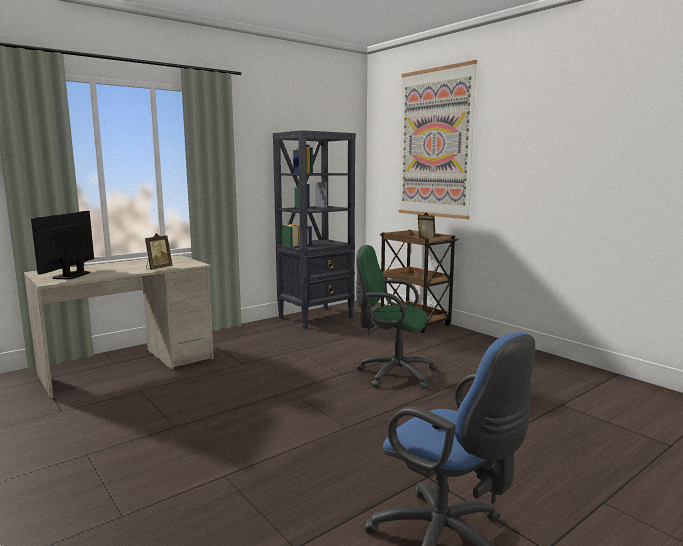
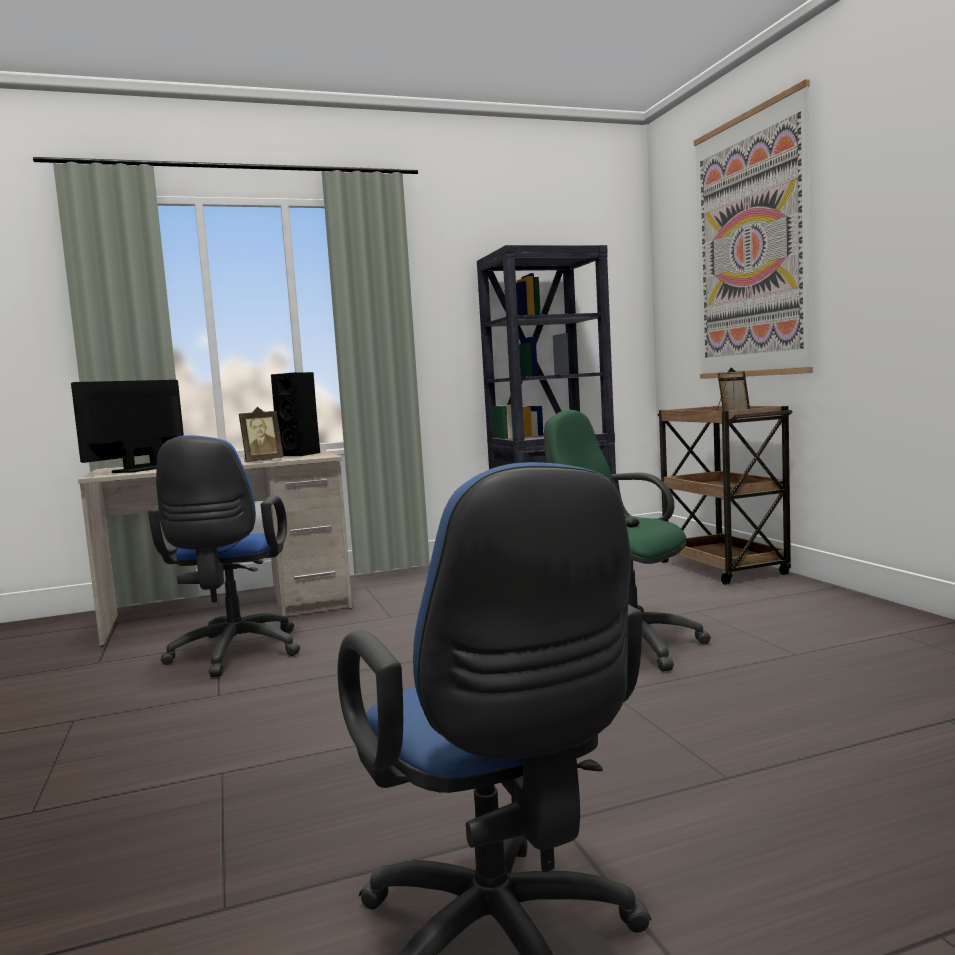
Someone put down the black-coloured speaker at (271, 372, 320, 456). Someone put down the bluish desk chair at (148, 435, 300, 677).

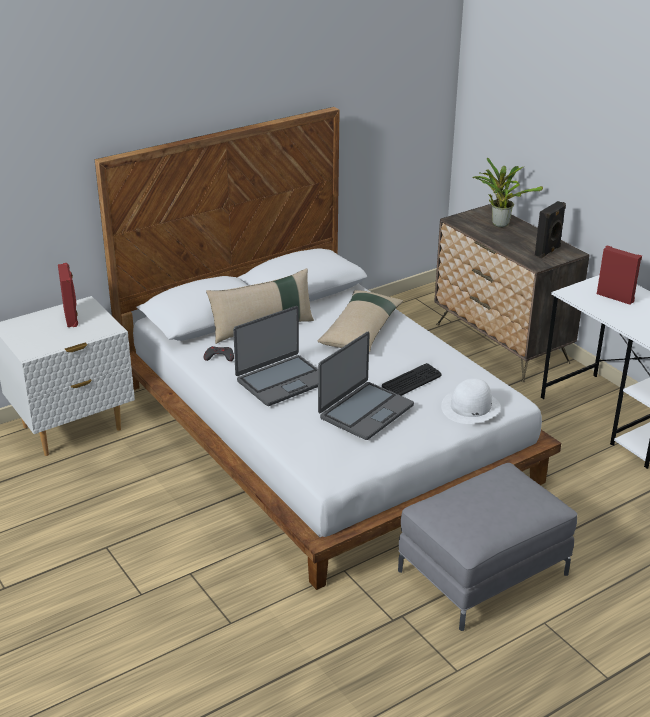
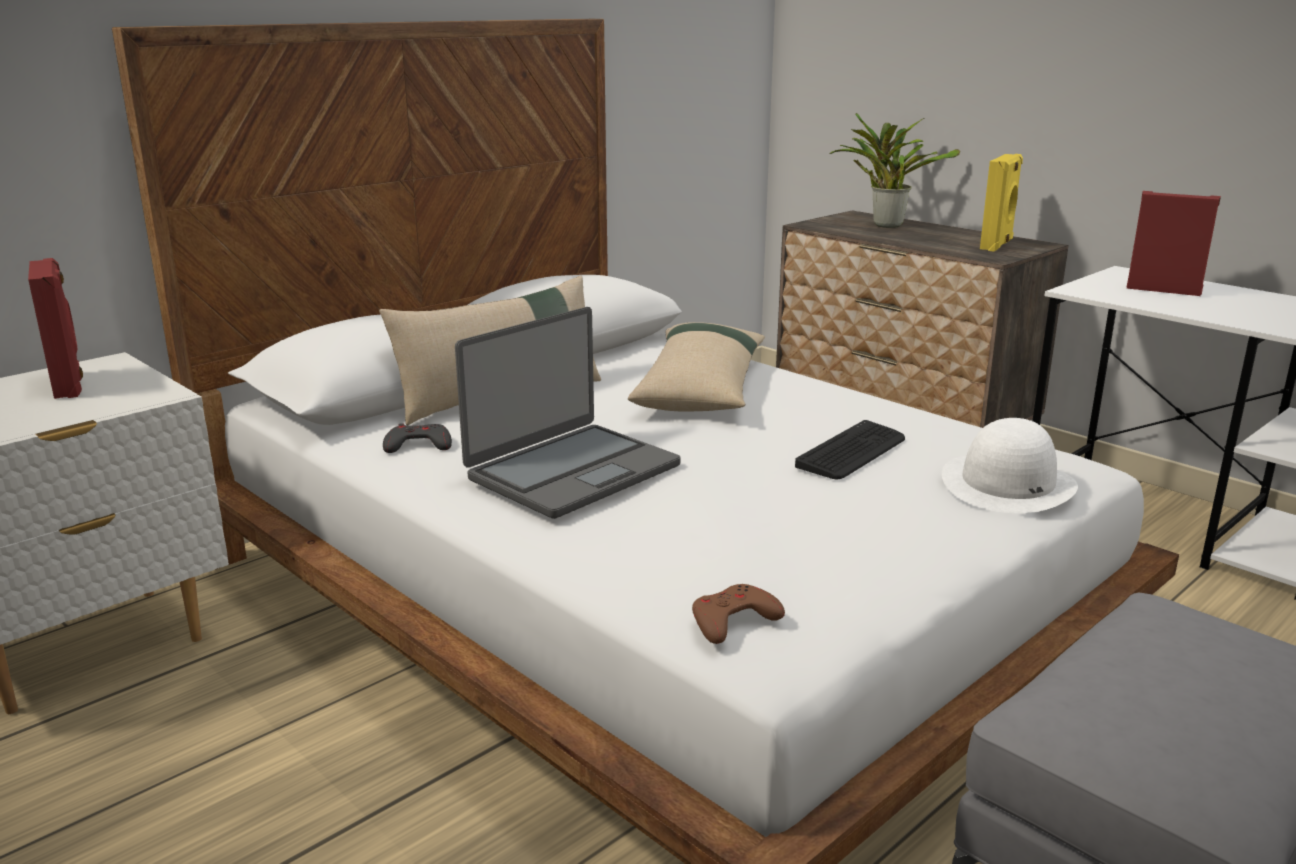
Someone repainted the black-coloured speaker at (535, 201, 566, 258), which became the yellow speaker at (980, 154, 1023, 252). Someone took away the laptop at (318, 332, 414, 440). Someone put down the brownish joypad at (692, 584, 785, 644).

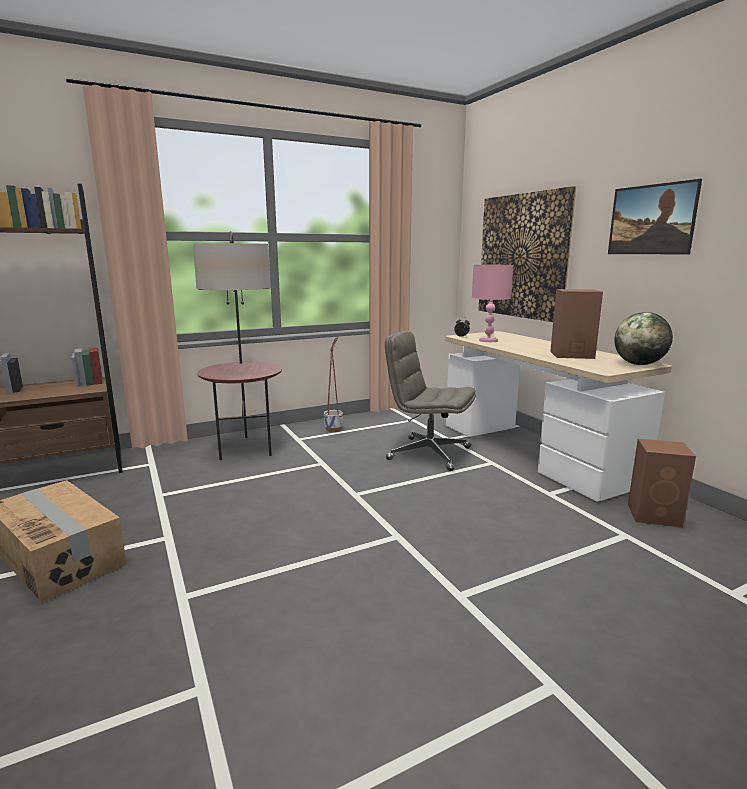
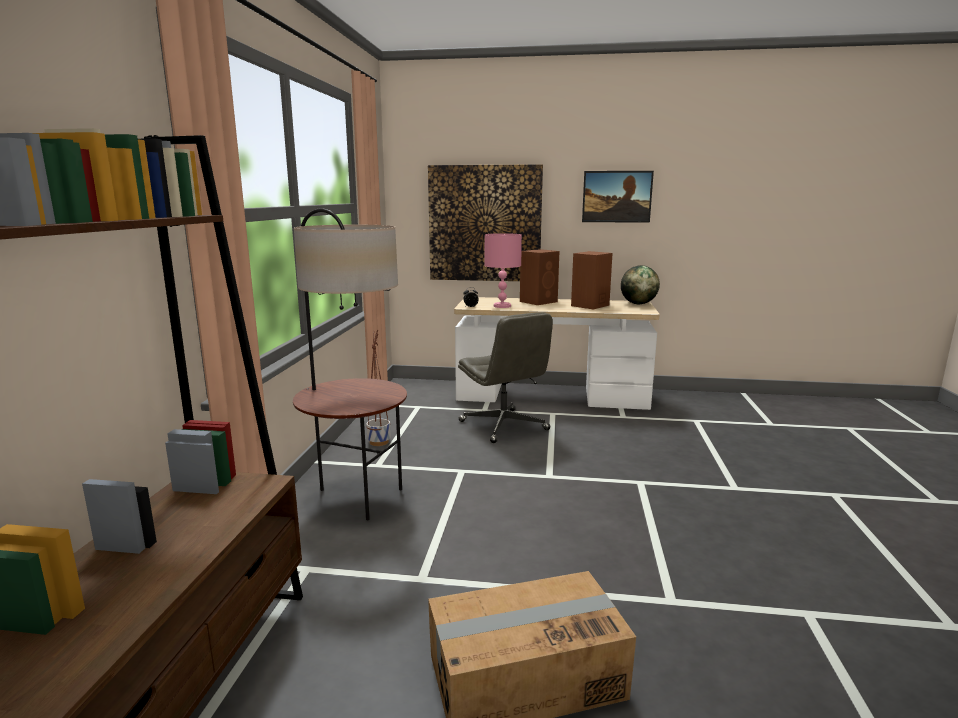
Someone rotated the grey desk chair at (385, 331, 476, 471) by 90 degrees counterclockwise. Someone carried the brownish speaker from (628, 439, 696, 528) to (520, 249, 559, 305).

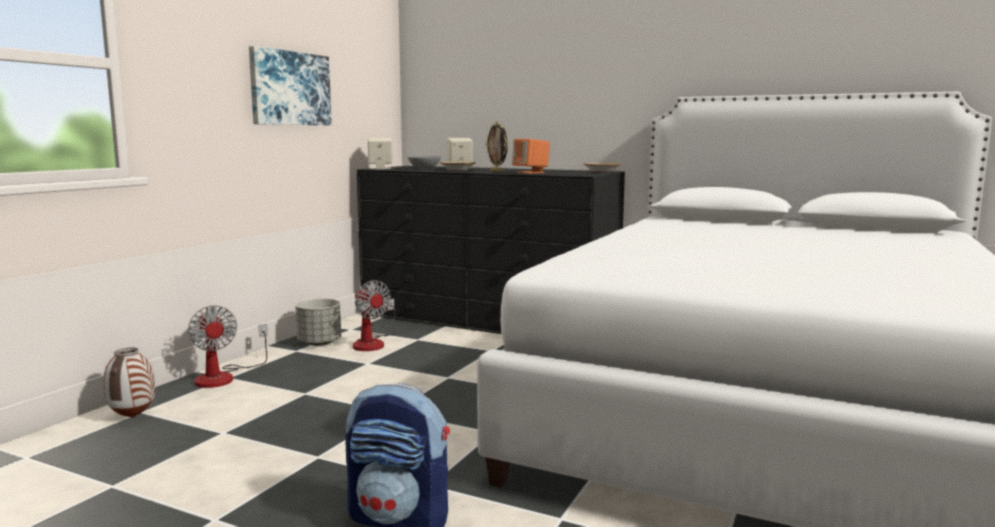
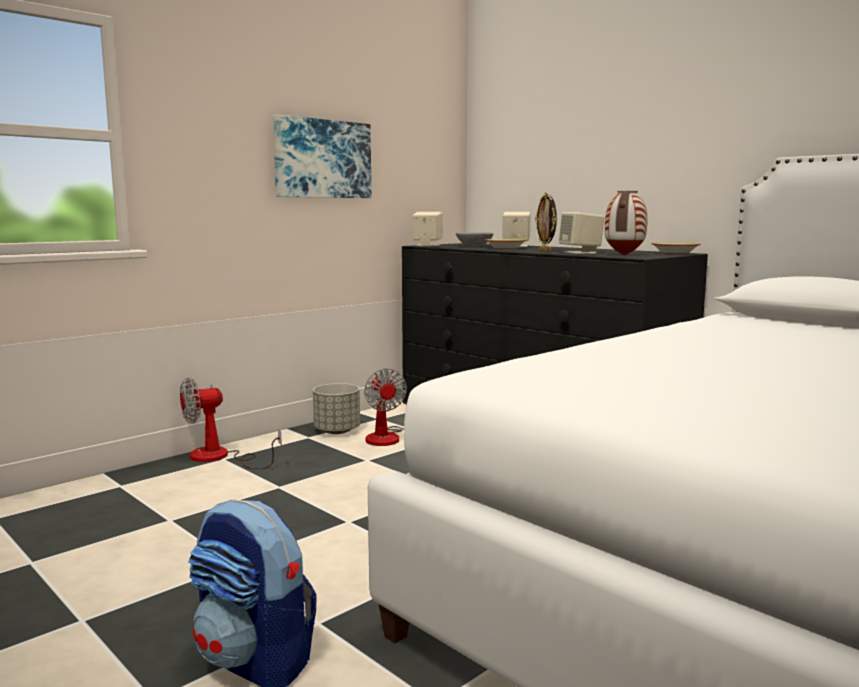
Someone repainted the orange speaker at (512, 139, 550, 174), which became the beige speaker at (559, 212, 604, 254). Someone rotated the fan at (188, 305, 268, 388) by 75 degrees clockwise. Someone carried the vase from (103, 347, 155, 418) to (605, 190, 647, 255).

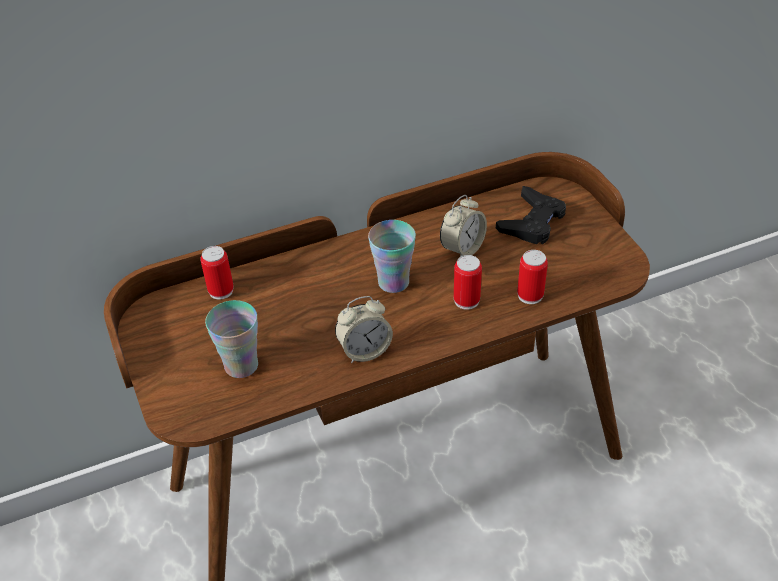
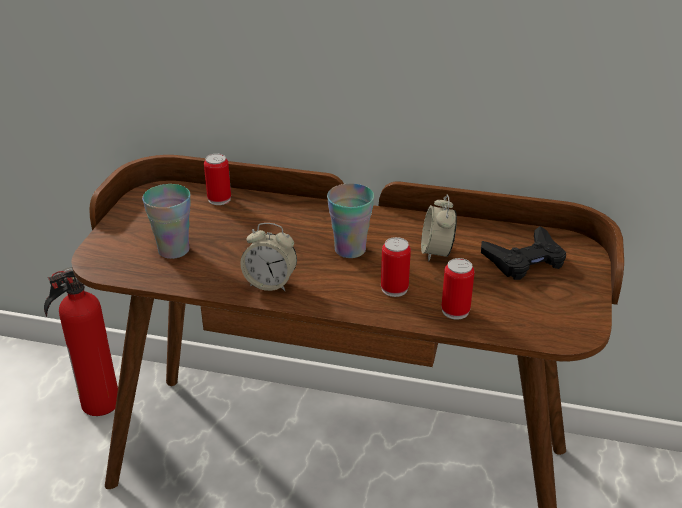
Someone rotated the table clock at (440, 195, 487, 257) by 105 degrees clockwise. Someone put down the extinguisher at (44, 268, 118, 416).

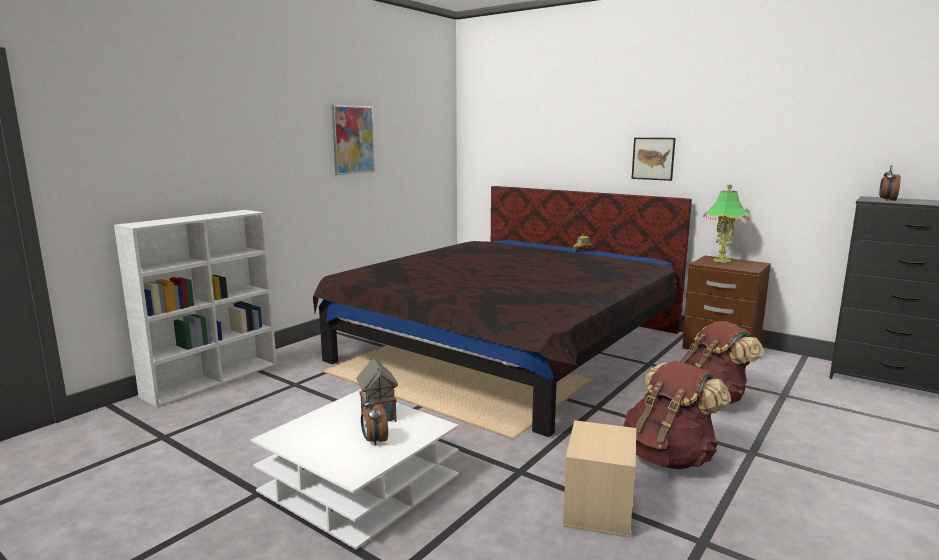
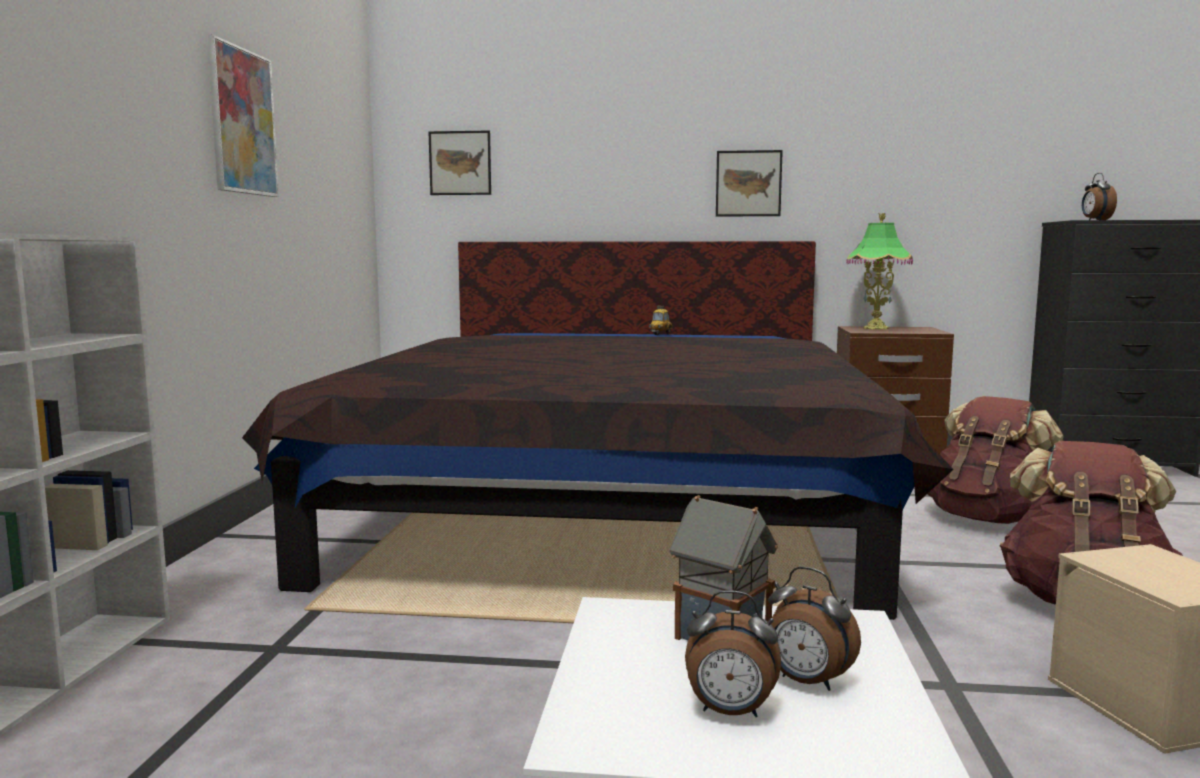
Someone put up the wall art at (429, 130, 491, 195). Someone put down the table clock at (685, 590, 781, 717).

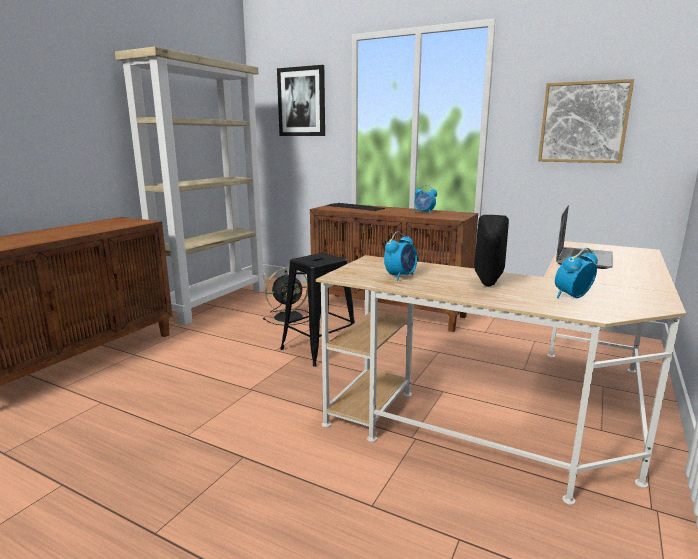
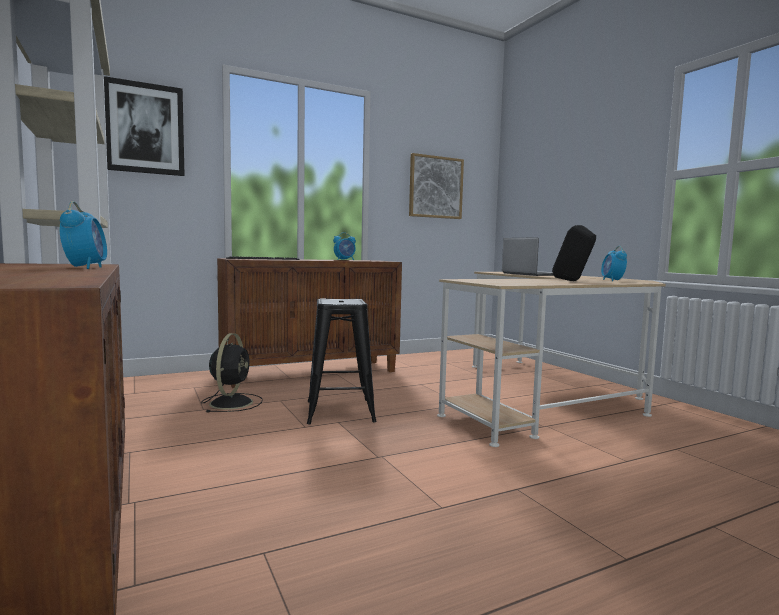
Someone carried the table clock from (384, 232, 417, 281) to (59, 201, 107, 269).

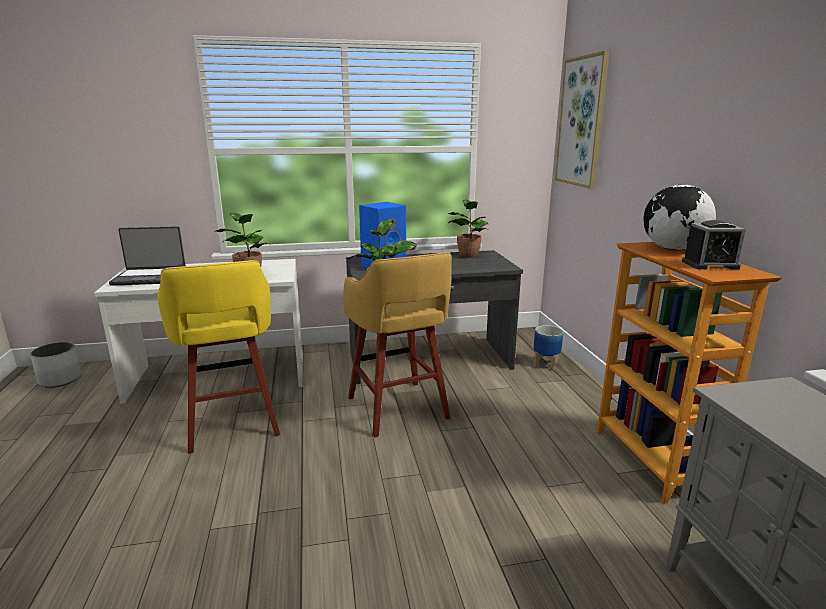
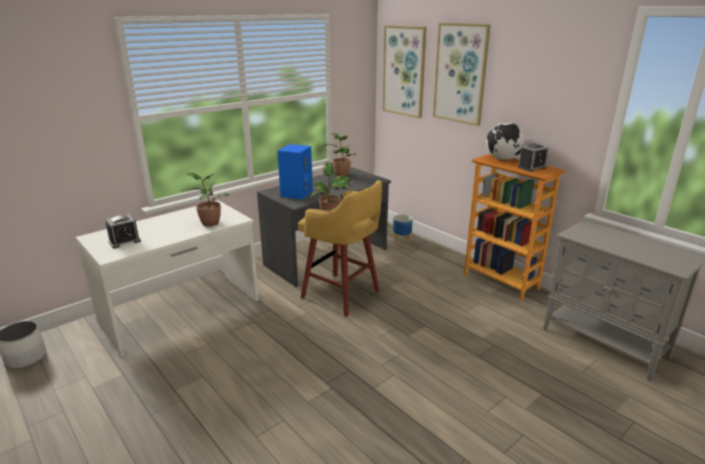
Someone swapped the laptop at (109, 226, 186, 286) for the table clock at (105, 214, 141, 248). Someone took away the yellow stool at (158, 260, 280, 454). Someone put up the wall art at (433, 23, 491, 126).

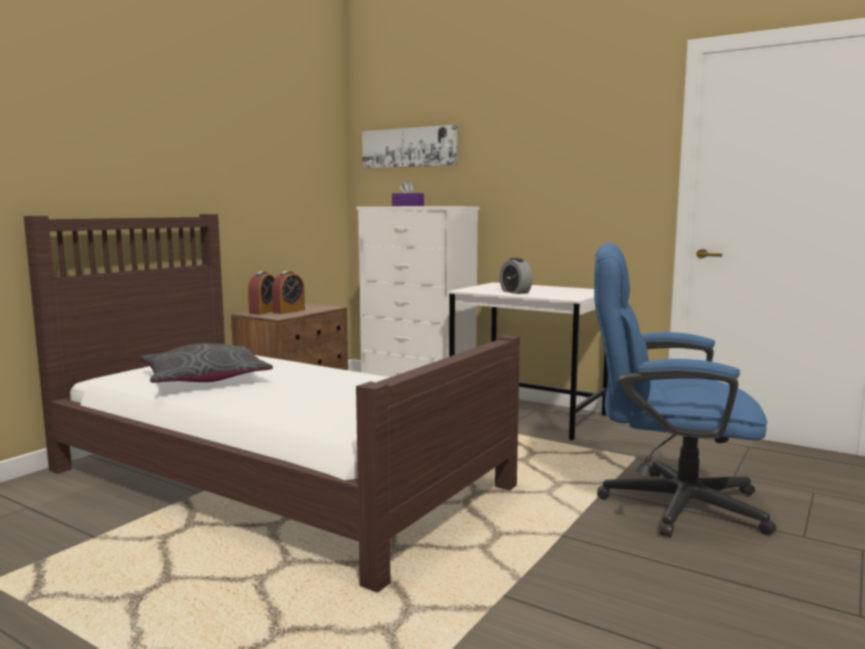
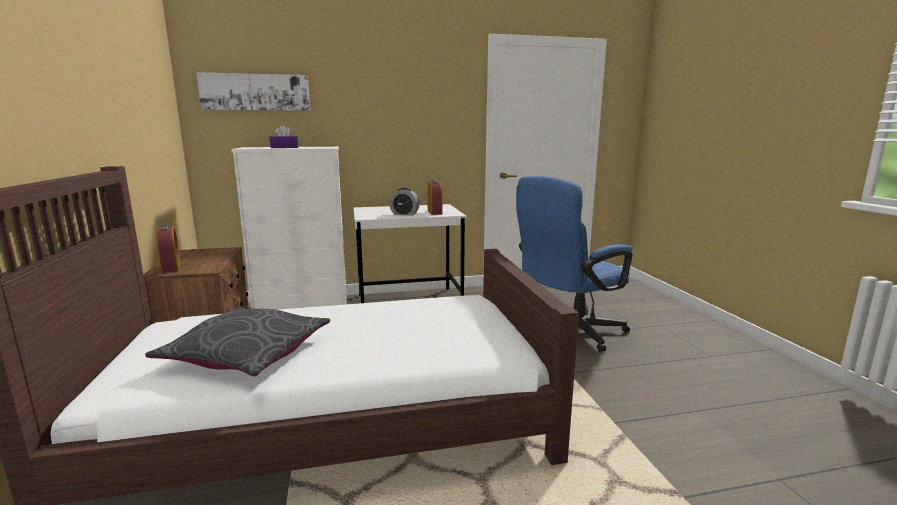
Someone carried the table clock from (272, 271, 305, 314) to (427, 180, 442, 215).

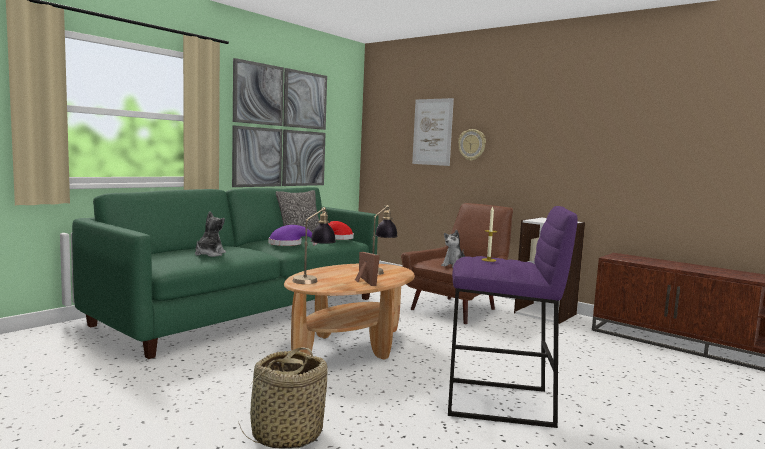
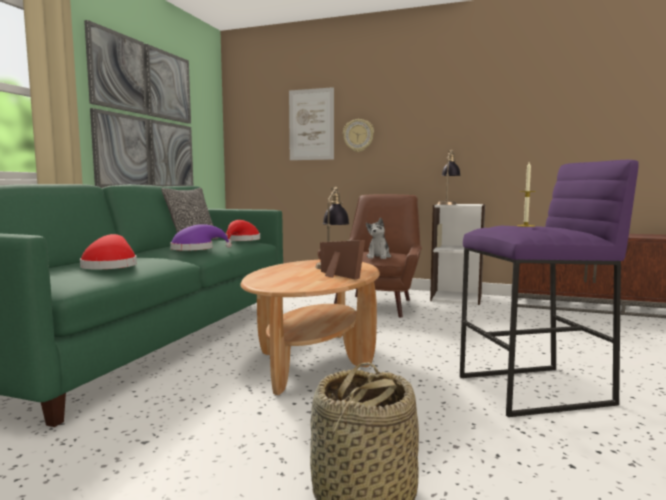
Someone carried the tabletop lamp from (293, 207, 336, 284) to (438, 150, 461, 205). Someone swapped the plush toy at (195, 211, 226, 257) for the red clothing hat at (80, 234, 137, 269).

